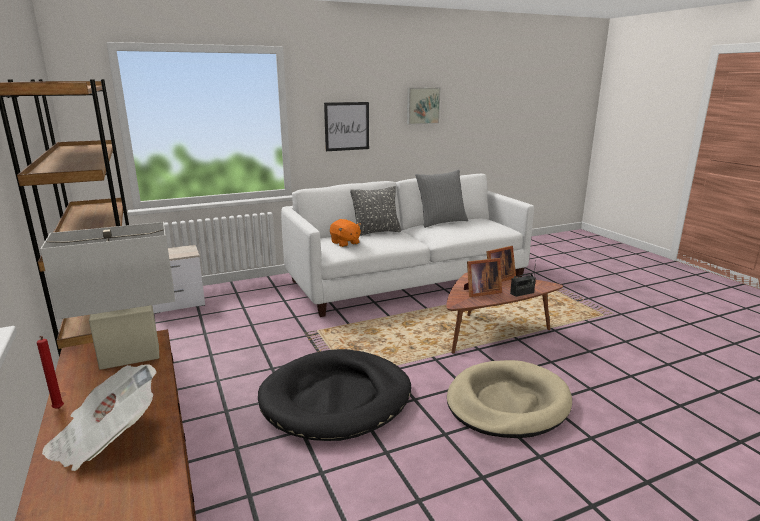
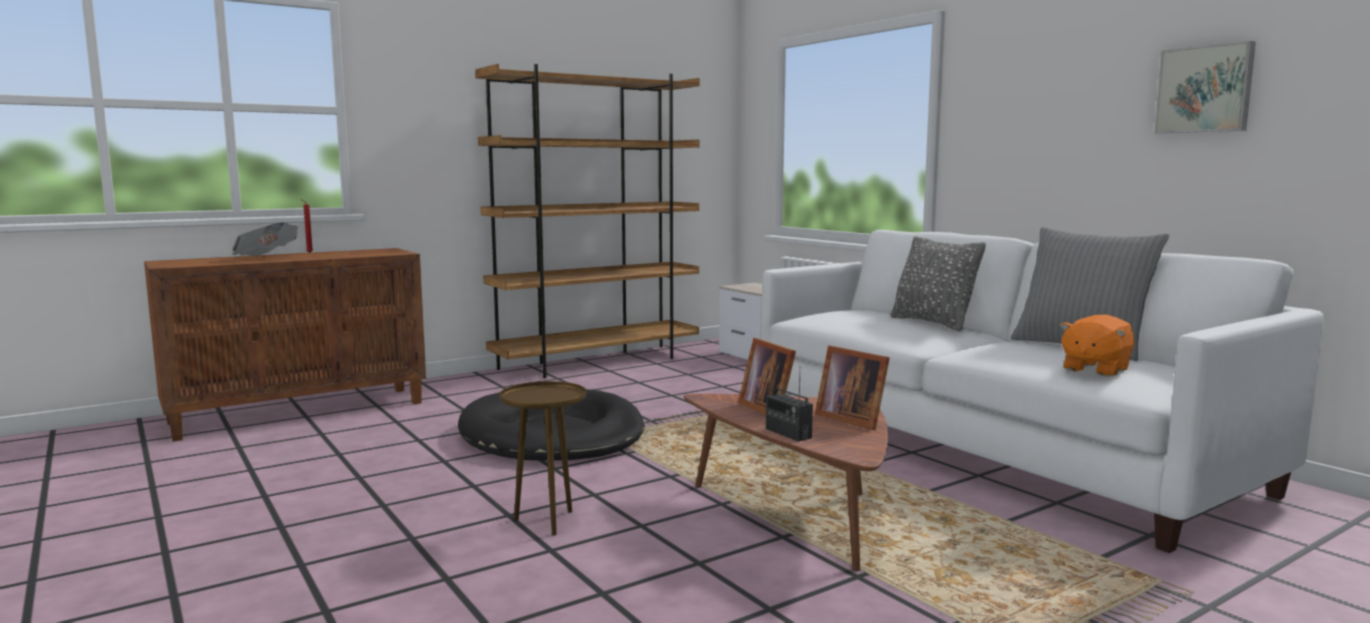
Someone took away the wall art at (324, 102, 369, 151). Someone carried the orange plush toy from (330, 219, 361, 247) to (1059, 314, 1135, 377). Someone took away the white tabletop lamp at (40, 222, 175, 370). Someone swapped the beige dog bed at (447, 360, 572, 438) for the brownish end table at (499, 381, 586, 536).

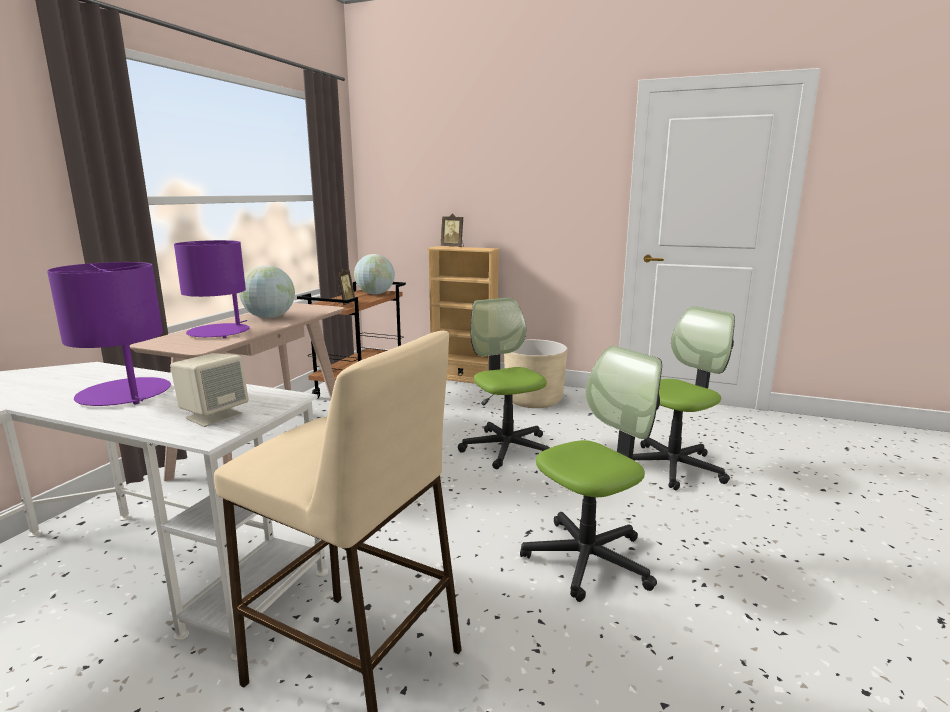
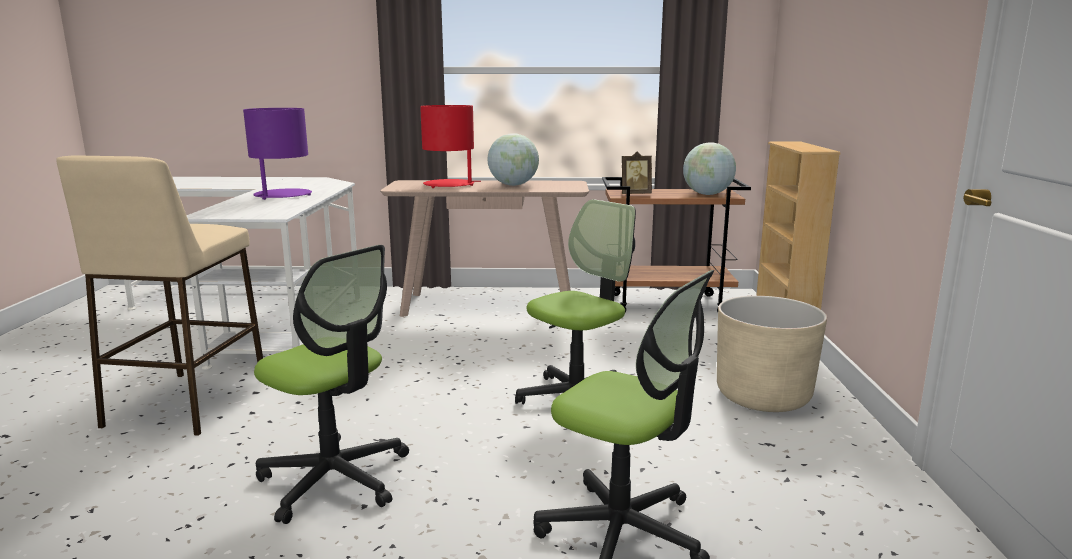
Someone took away the picture frame at (441, 213, 464, 247). Someone repainted the purple tabletop lamp at (174, 240, 250, 338), which became the red tabletop lamp at (420, 105, 481, 188). Someone took away the beige speaker at (170, 353, 249, 427).

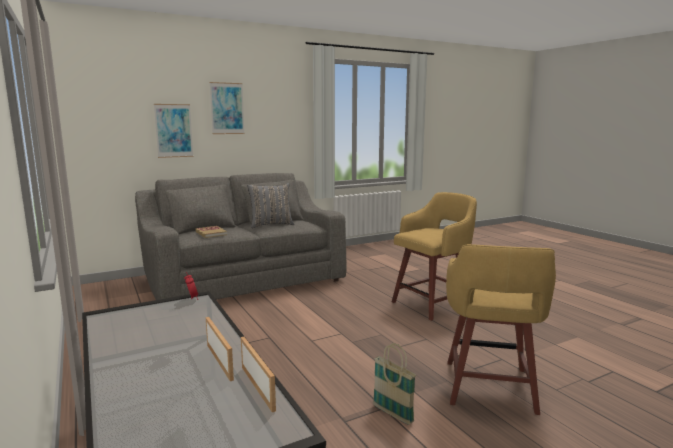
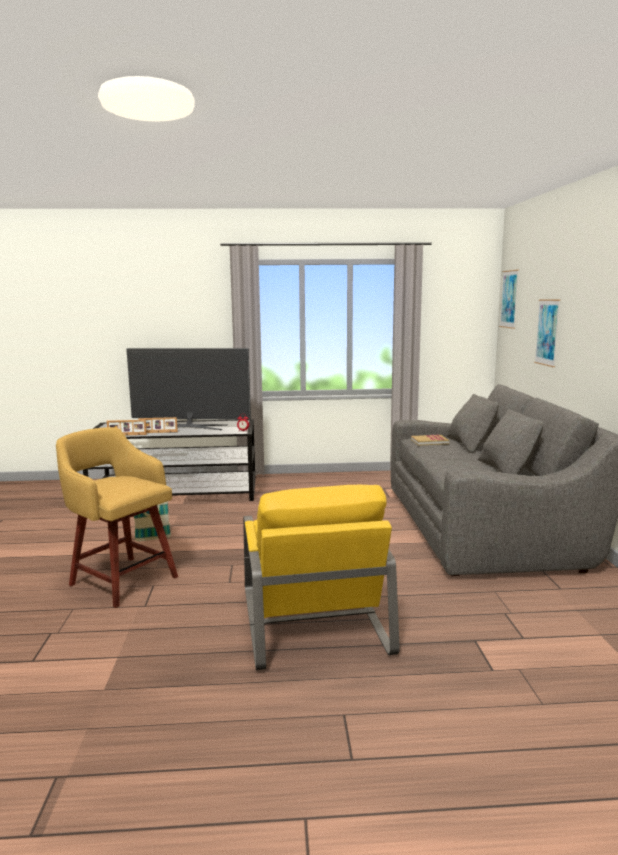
Someone carried the wall art from (210, 82, 245, 134) to (499, 270, 519, 329). Someone took away the grey throw pillow at (247, 183, 294, 228). Someone swapped the yellow stool at (392, 192, 477, 321) for the yellow armchair at (243, 485, 400, 670). Someone put down the TV set at (126, 348, 251, 430).

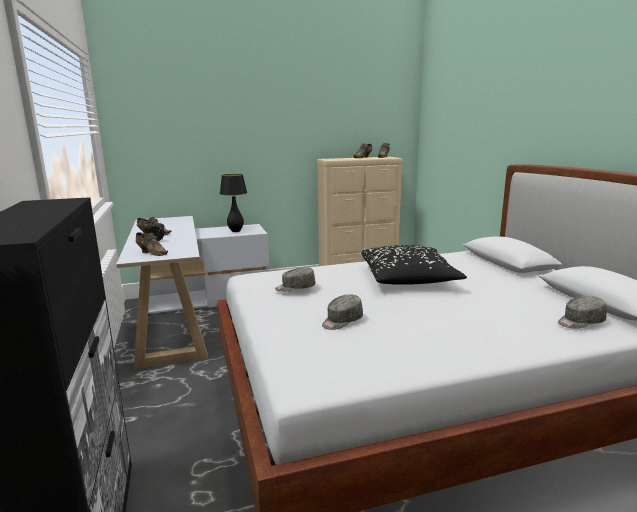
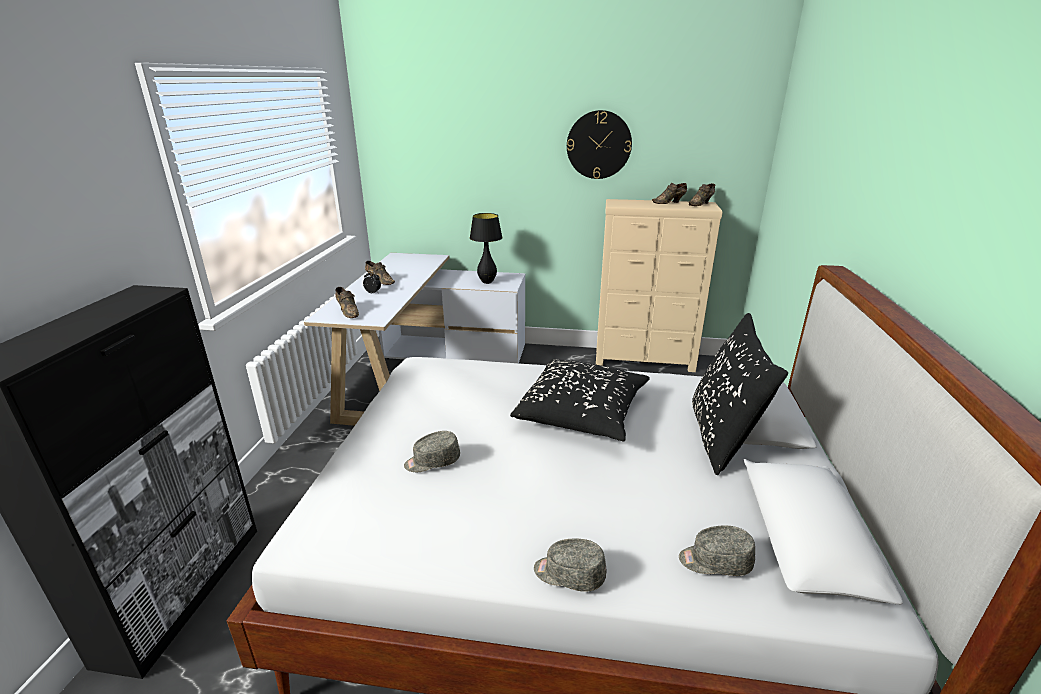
Someone carried the grey baseball cap from (275, 267, 316, 292) to (534, 538, 606, 592). Someone put up the wall clock at (567, 110, 632, 179). Someone put down the black-coloured throw pillow at (692, 313, 788, 475).

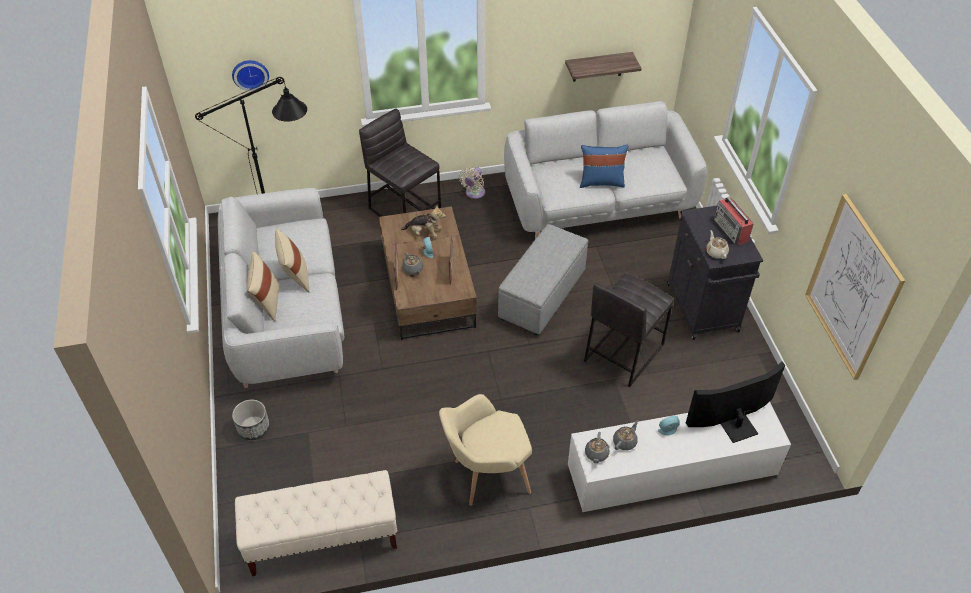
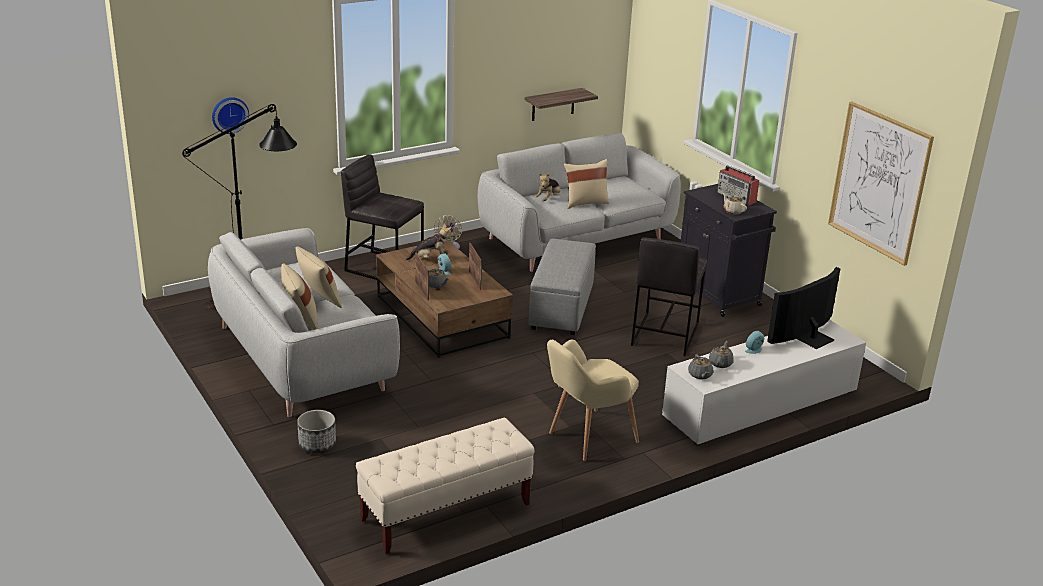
Someone repainted the bluish throw pillow at (580, 144, 628, 188), which became the beige throw pillow at (564, 159, 610, 209). Someone put down the plush toy at (535, 173, 561, 201).

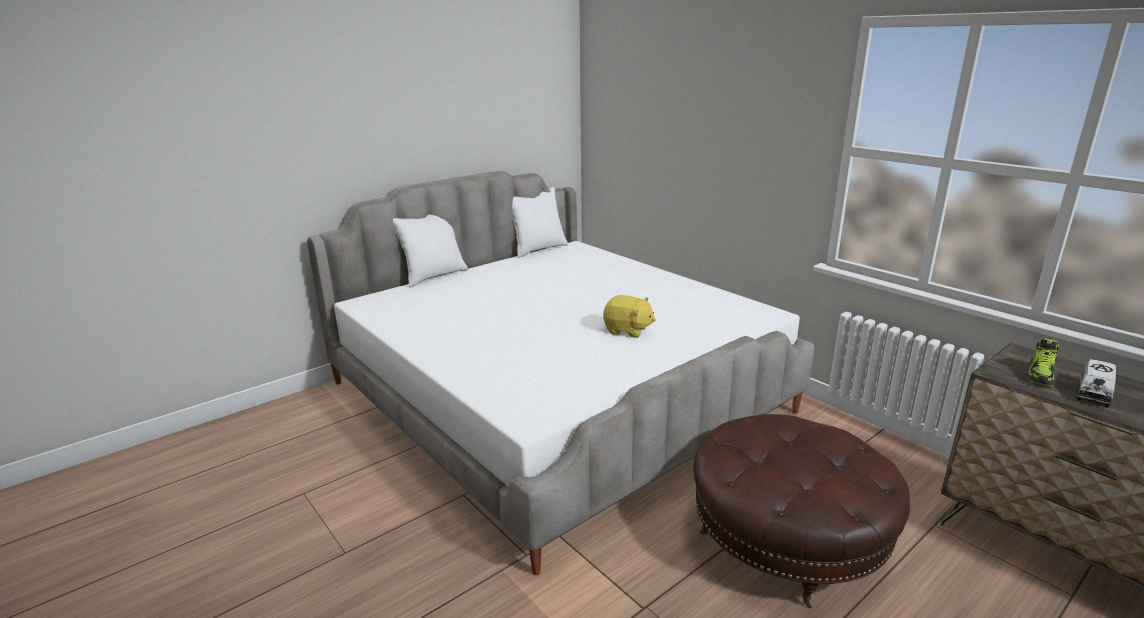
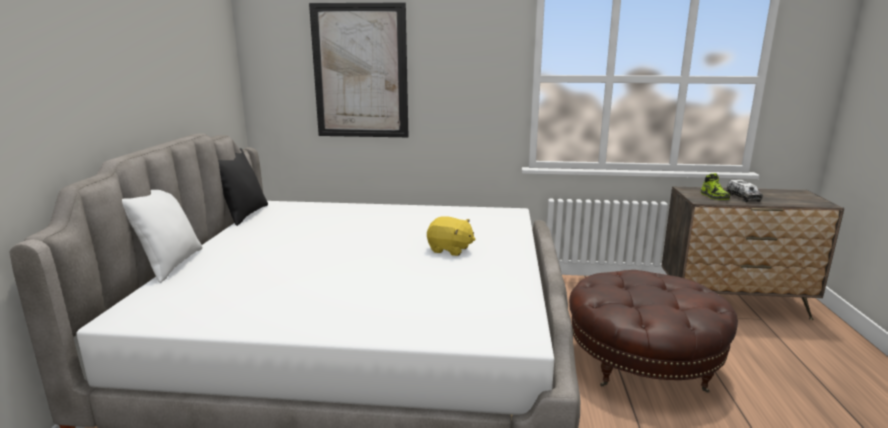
Someone repainted the white throw pillow at (512, 187, 568, 258), which became the black-coloured throw pillow at (218, 148, 268, 226). Someone rotated the yellow plush toy at (603, 295, 656, 338) by 45 degrees clockwise. Someone put up the wall art at (309, 2, 408, 137).

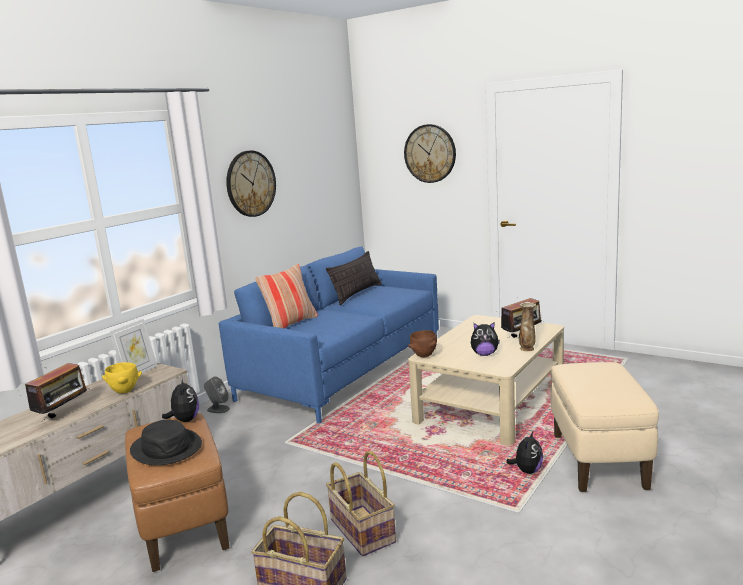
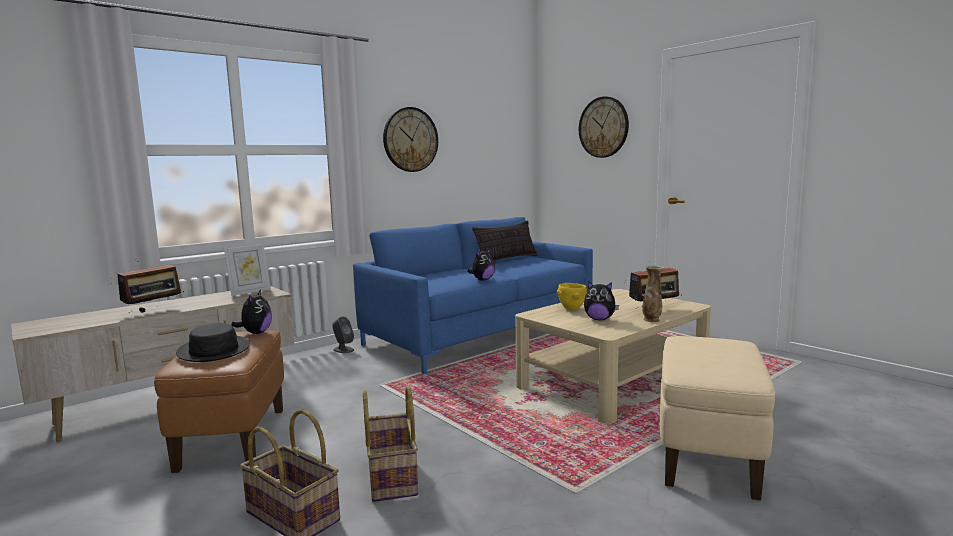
Someone took away the throw pillow at (255, 264, 318, 329). Someone took away the brownish deep dish at (408, 330, 437, 358). Someone carried the yellow deep dish from (102, 362, 142, 393) to (557, 283, 587, 310). Someone carried the plush toy from (506, 431, 543, 474) to (467, 248, 495, 280).

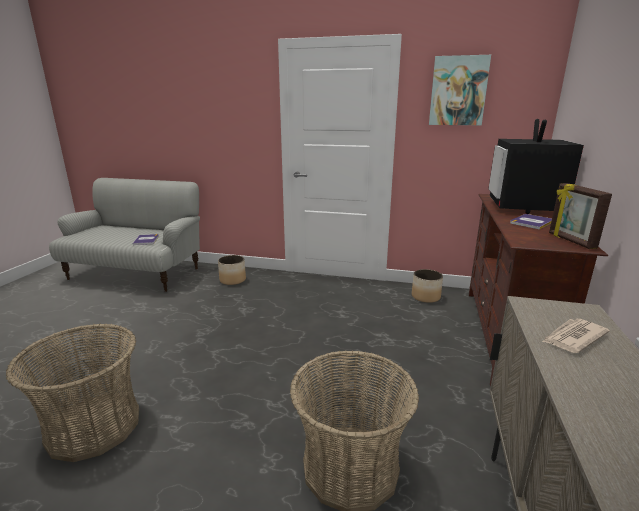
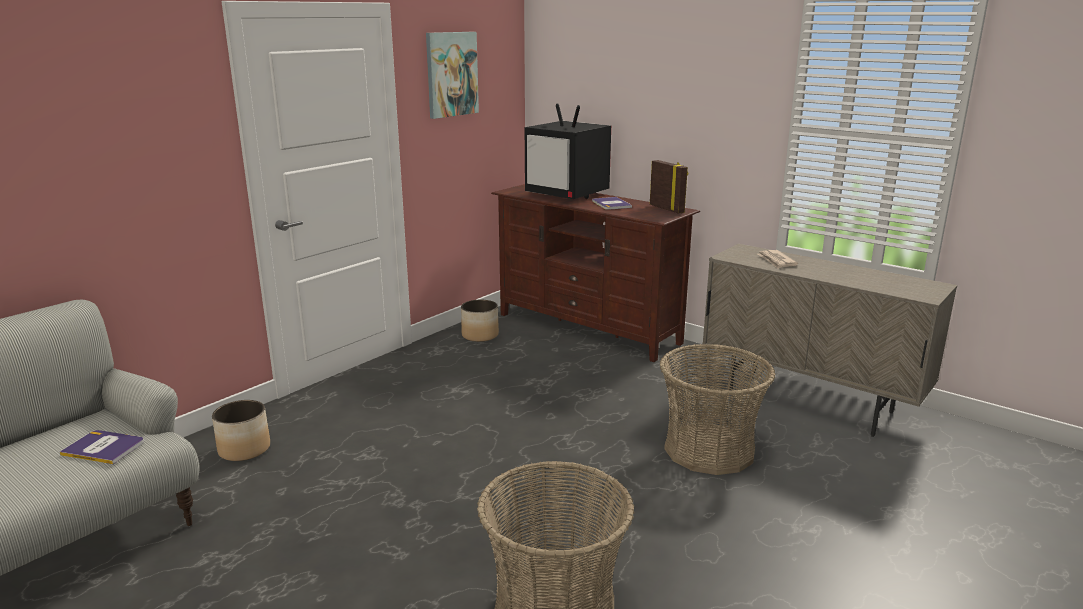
Someone rotated the picture frame at (549, 183, 612, 249) by 135 degrees counterclockwise.

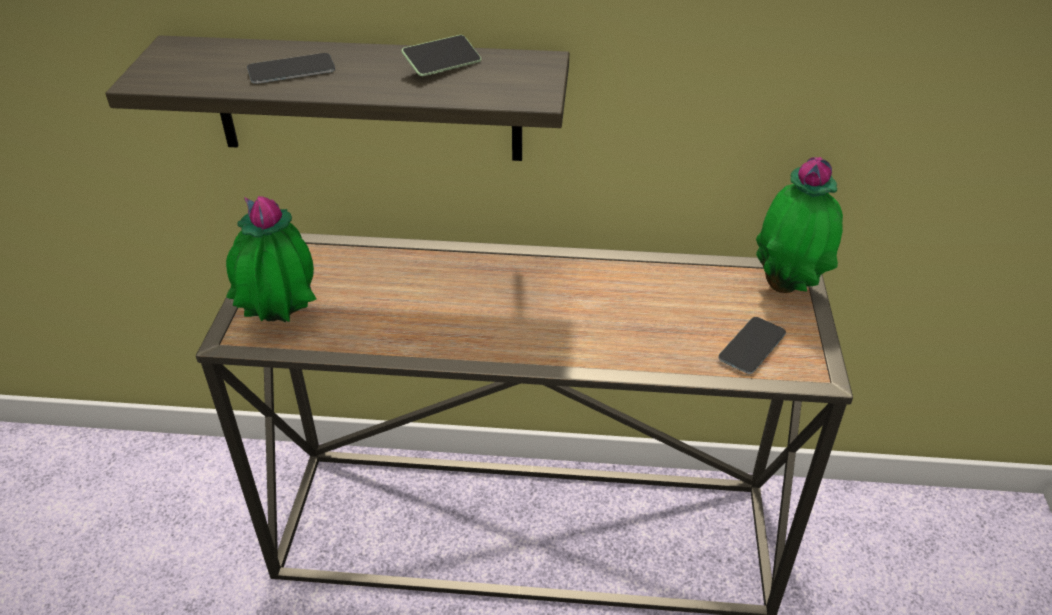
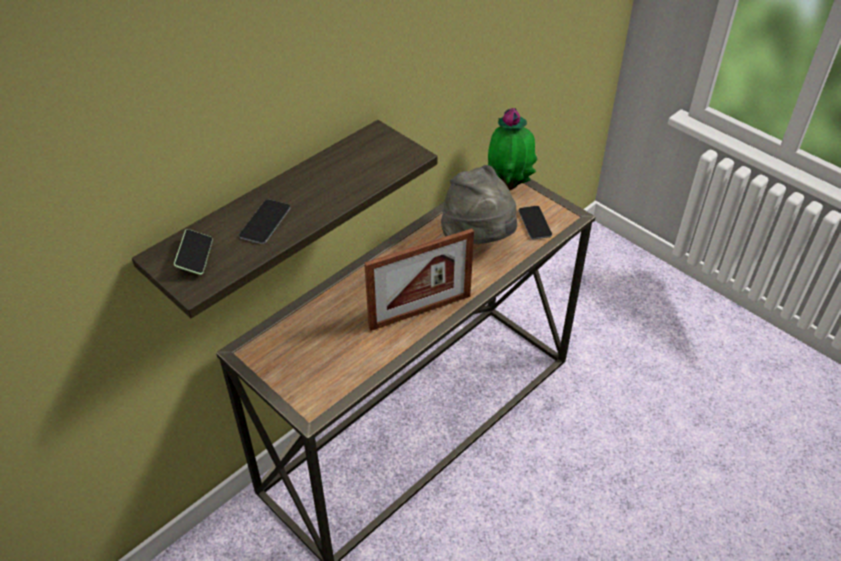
Someone carried the handset from (401, 35, 481, 76) to (174, 229, 213, 275). Someone took away the houseplant at (226, 196, 316, 322). Someone put down the grey clothing hat at (441, 165, 517, 244). Someone put down the picture frame at (364, 228, 474, 331).

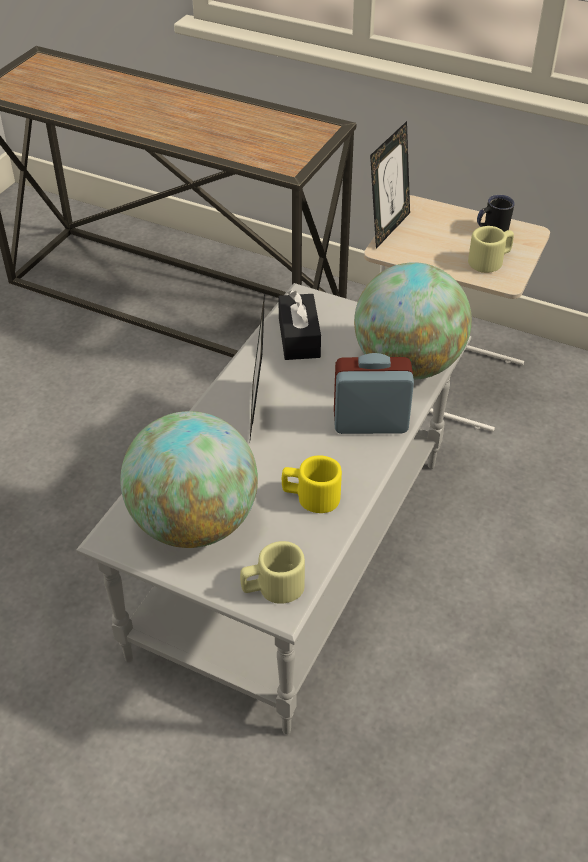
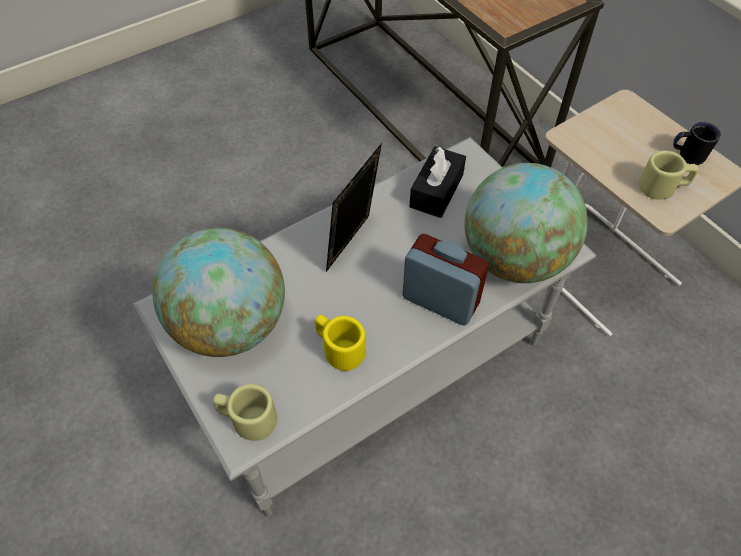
Someone took away the picture frame at (370, 121, 410, 249).

